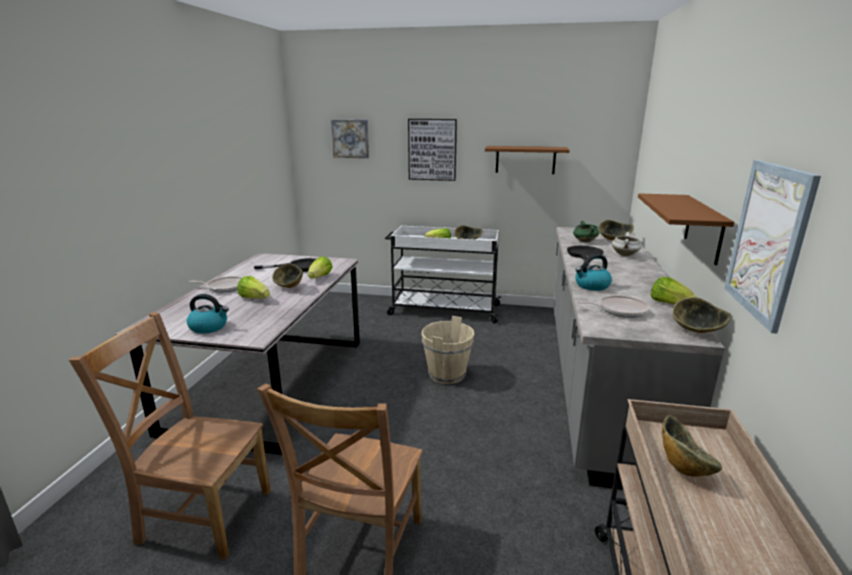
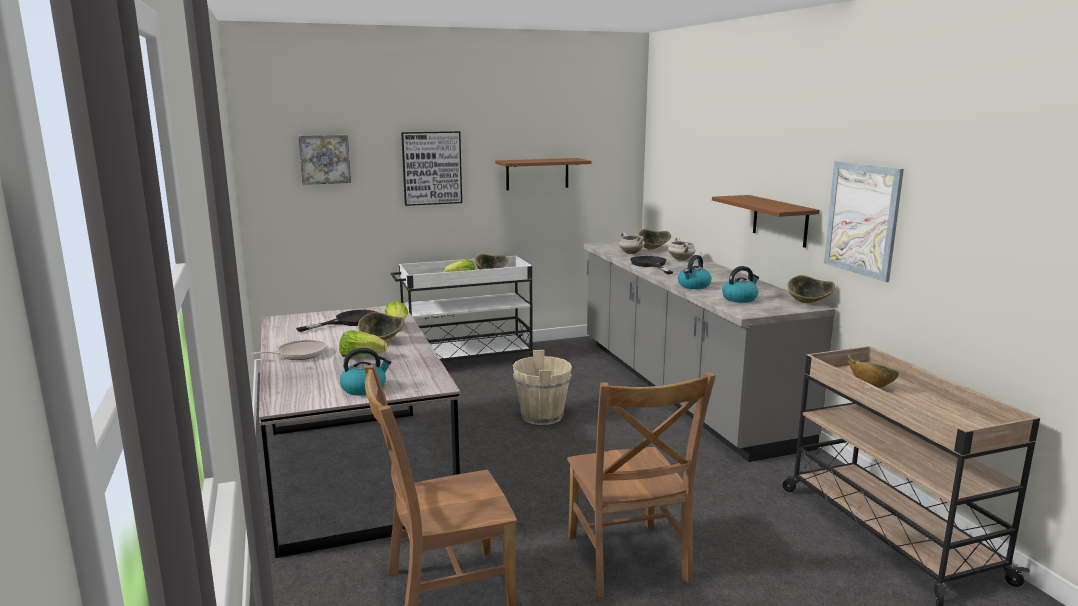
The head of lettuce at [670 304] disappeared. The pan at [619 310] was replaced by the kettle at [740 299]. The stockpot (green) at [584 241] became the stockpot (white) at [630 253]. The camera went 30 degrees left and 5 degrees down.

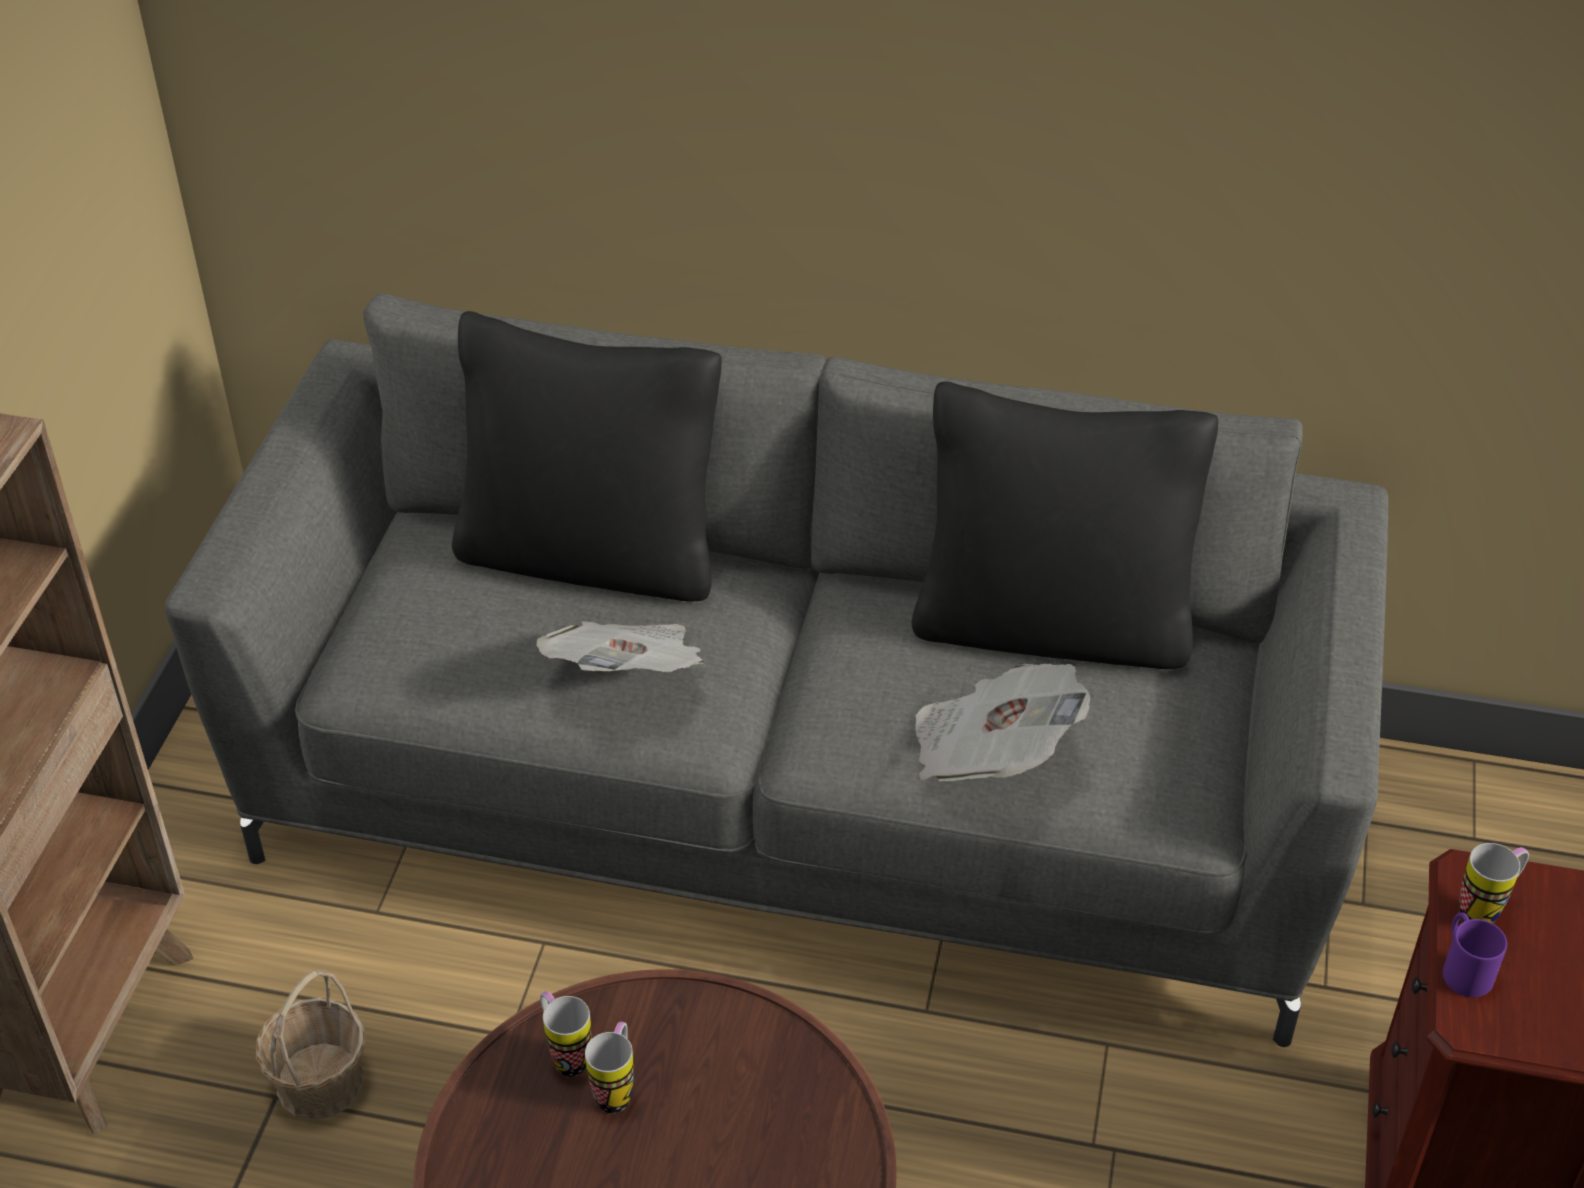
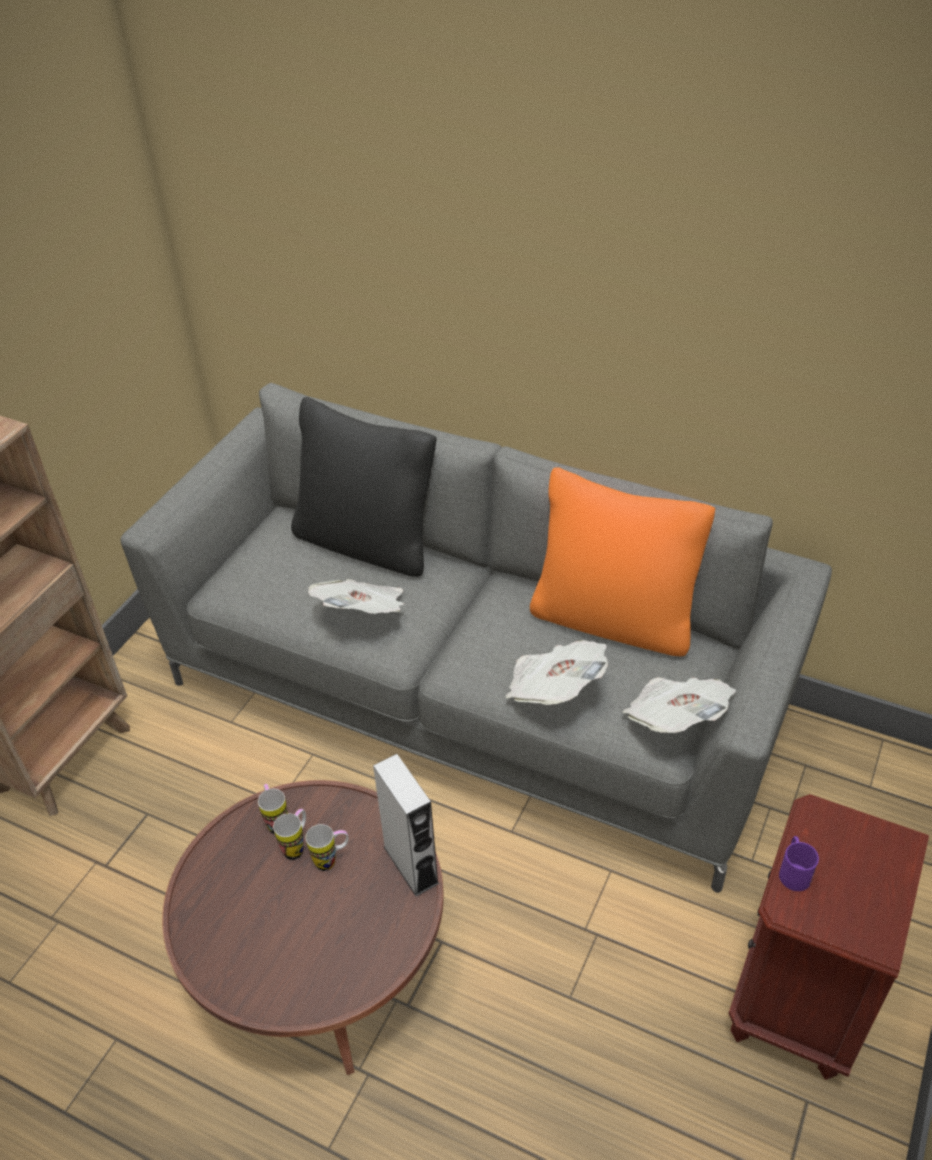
The basket at [319 1082] disappeared. The audio speaker (greyish) at [411 865] appeared. The newspaper at [674 719] appeared. The mug moved from [1485 910] to [331 860]. The throw pillow (black) at [1052 625] became the throw pillow (orangey) at [613 619]. The camera went 15 degrees right and 0 degrees up.

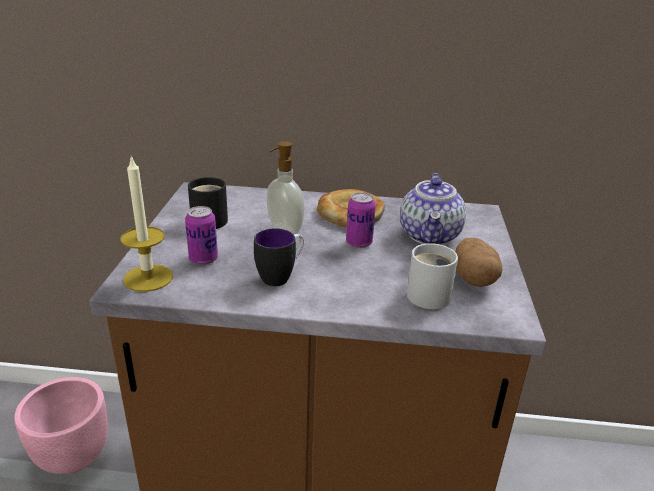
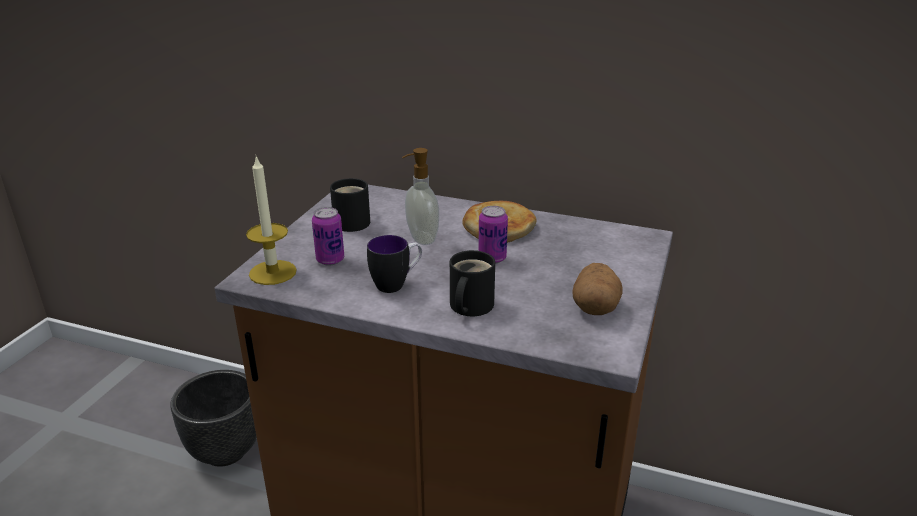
The pot for tea at [430 236] disappeared. The mug (white) at [428 294] disappeared. The mug (black) at [468 306] appeared. The flower pot (pink) at [72 458] became the flower pot (black) at [224 452]. The camera went 15 degrees right and 0 degrees up.

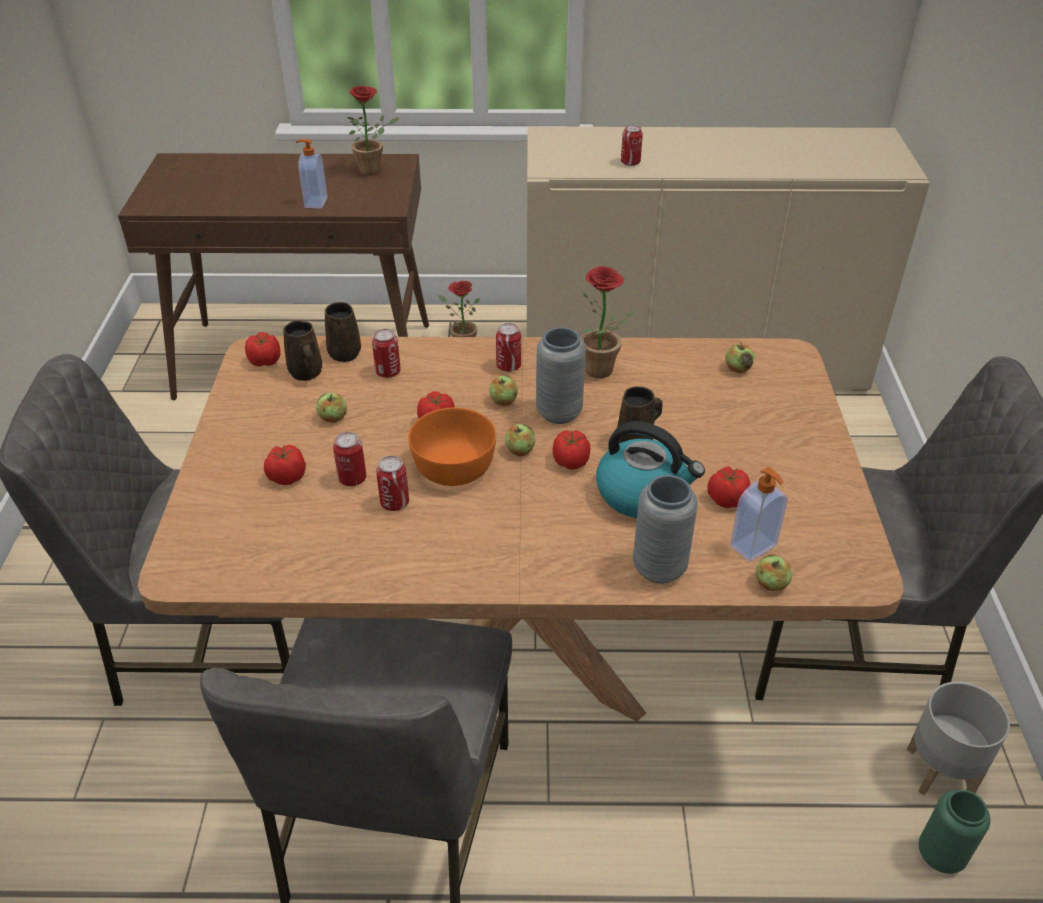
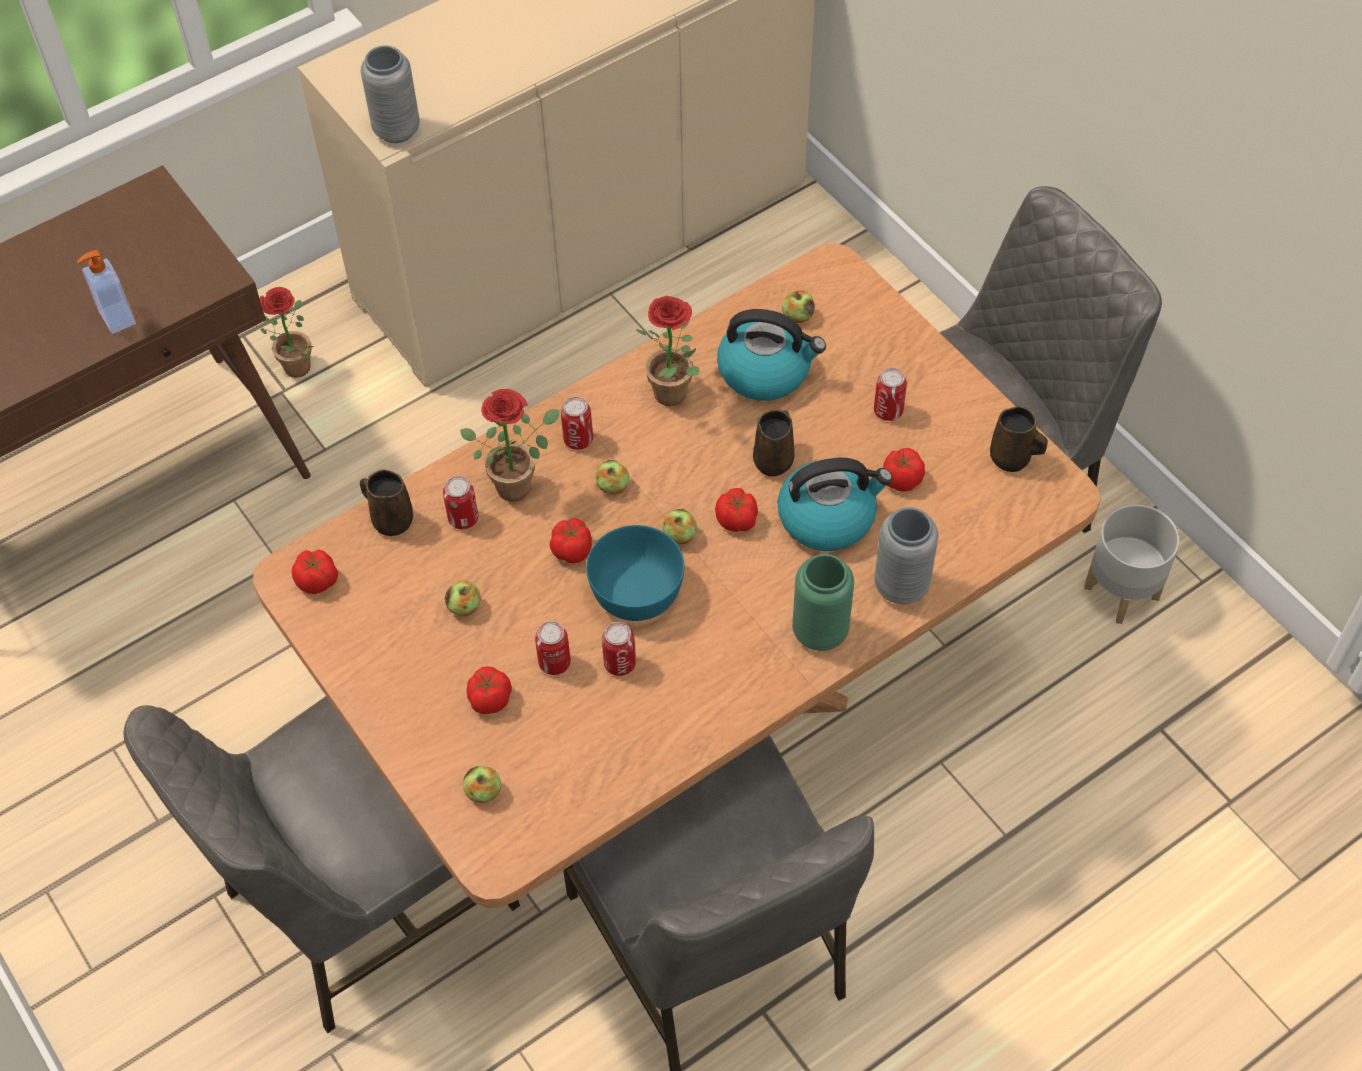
The liquid soap bottle at [754 547] disappeared. The kettle at [766 371] appeared. The mug (brown) moved from [306 373] to [1012 459]. The potted plant moved from [374 170] to [519 483]. The vase (greyish) moved from [559 413] to [396 130]. The metal can moved from [630 162] to [888 411]. The apple moved from [771 584] to [483 792]. The vase (green) moved from [940 855] to [820 632]. The deep dish (orangey) at [455 467] became the deep dish (blue-green) at [638 590]. The camera went 35 degrees left and 15 degrees up.

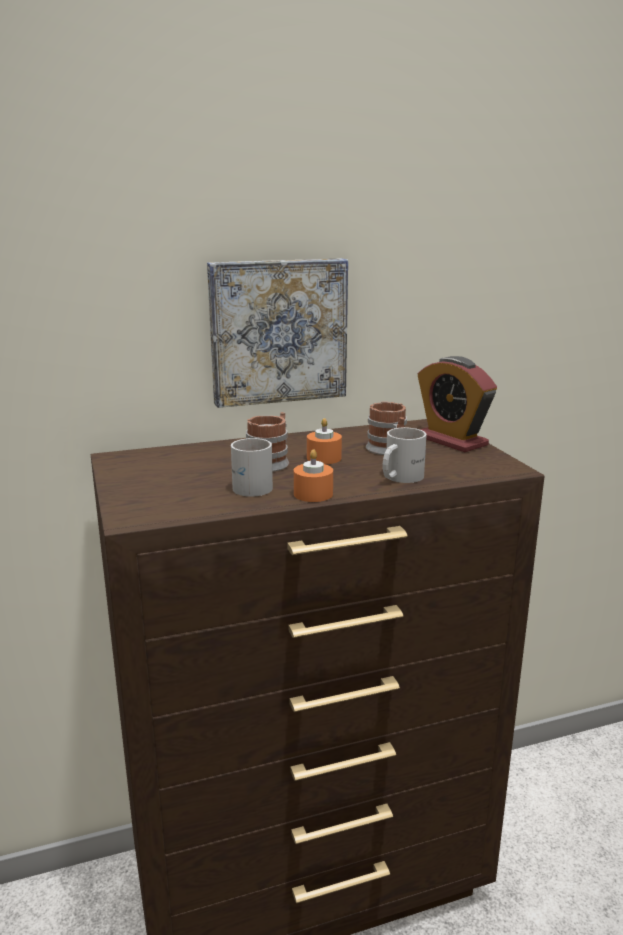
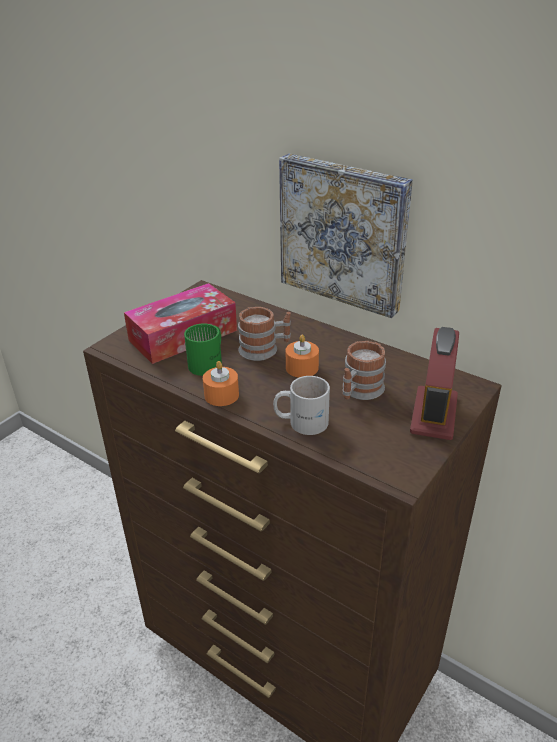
The tissue box at [183 335] appeared. The mug (white) at [250 485] became the mug (green) at [209 362]. The camera went 55 degrees right and 15 degrees up.

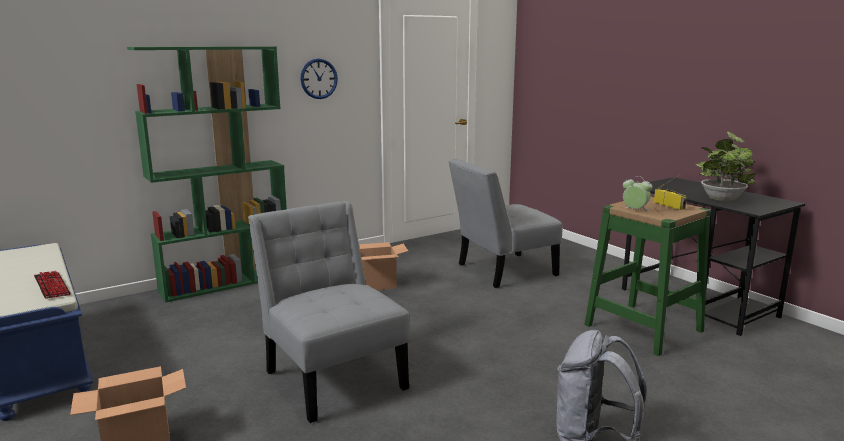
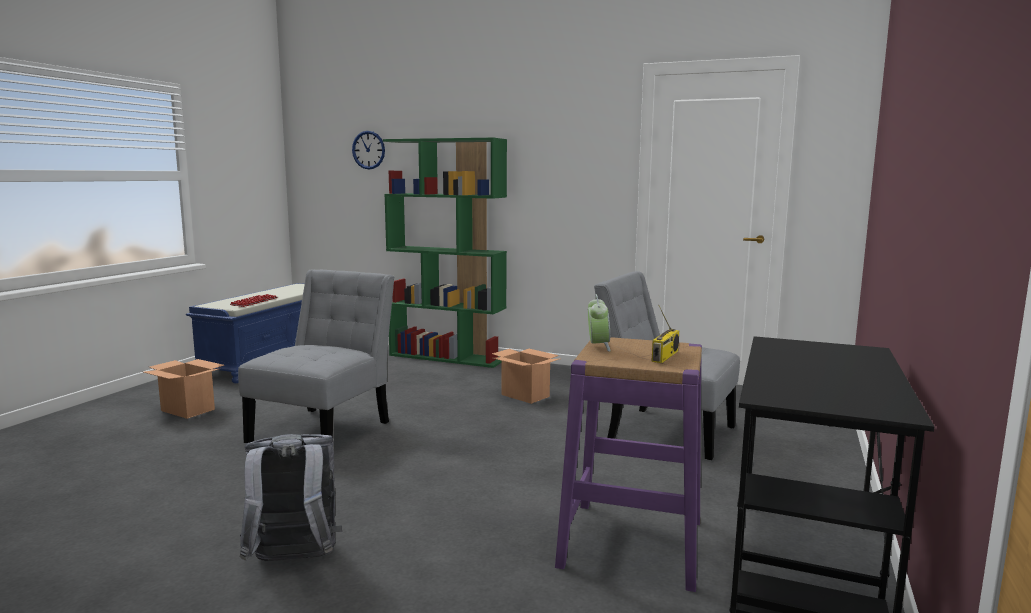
The potted plant at [721 199] disappeared. The wall clock moved from [319 78] to [368 150]. The sitting stool (green) at [643 328] became the sitting stool (purplish) at [631 543]. The camera went 55 degrees right and 5 degrees down.

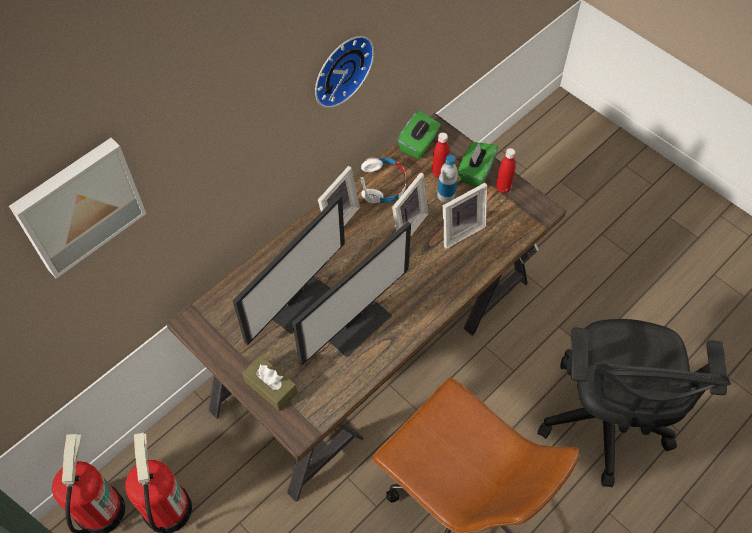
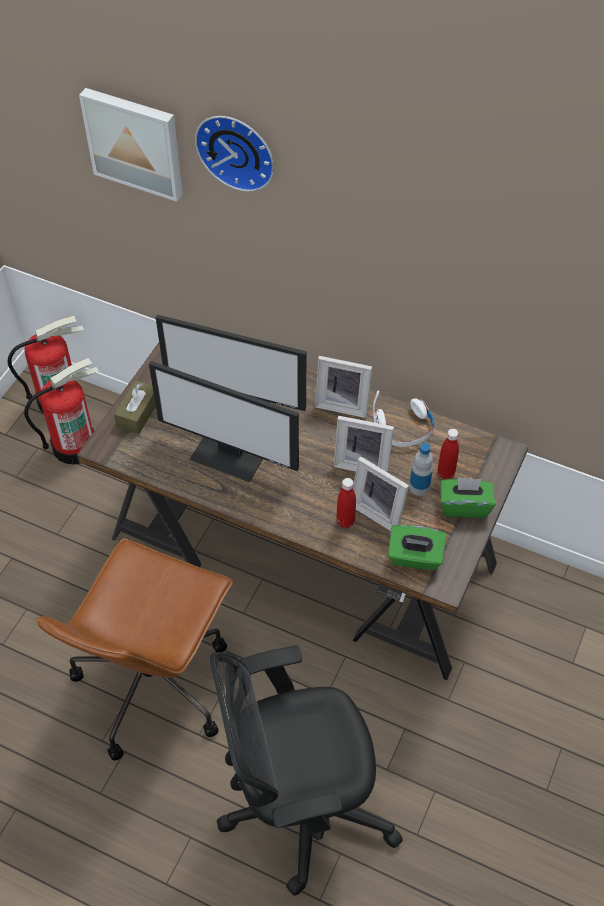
The wall clock moved from [340 68] to [237 150]. The tissue box (green) moved from [418 144] to [415 557]. The beverage bottle (reddish) moved from [503 188] to [345 521]. The camera went 70 degrees right and 5 degrees down.

